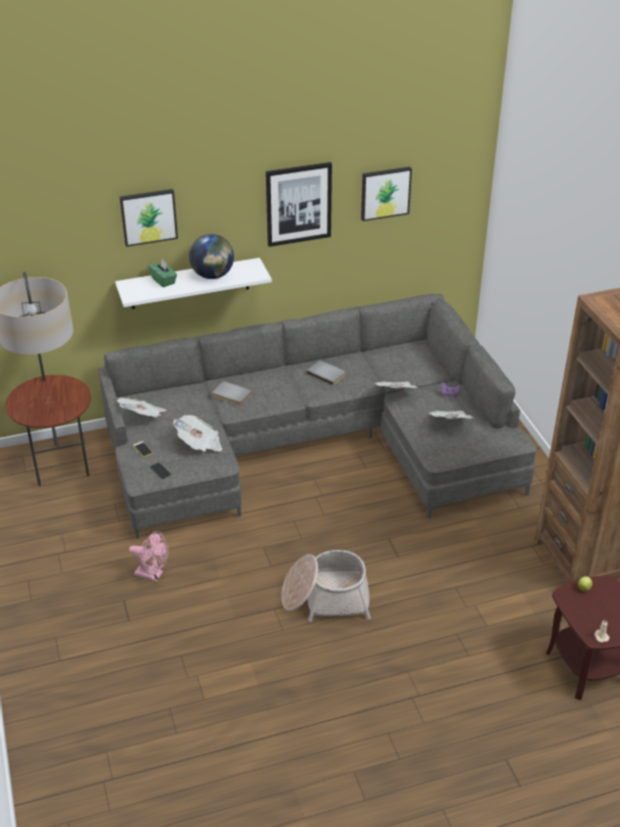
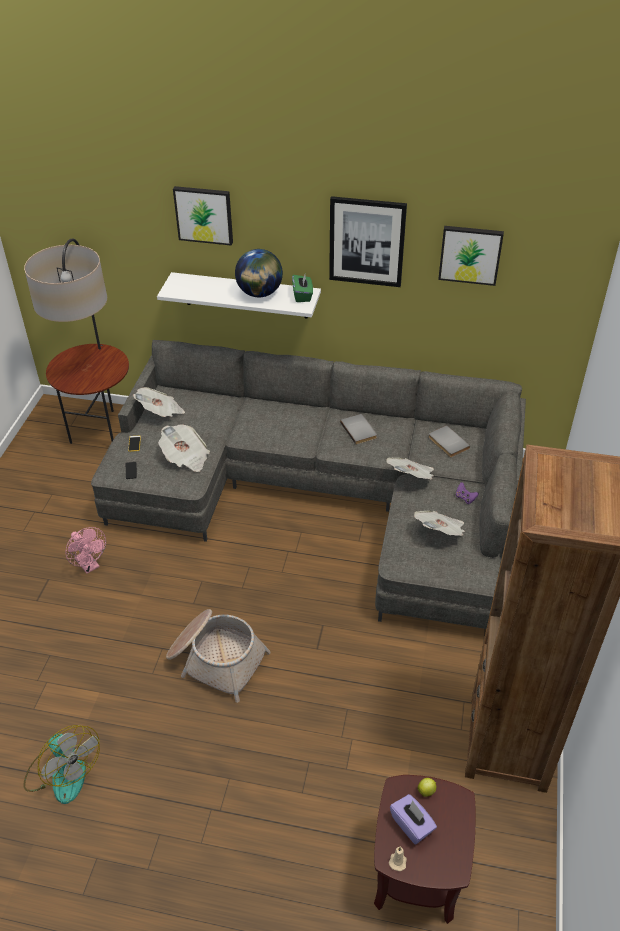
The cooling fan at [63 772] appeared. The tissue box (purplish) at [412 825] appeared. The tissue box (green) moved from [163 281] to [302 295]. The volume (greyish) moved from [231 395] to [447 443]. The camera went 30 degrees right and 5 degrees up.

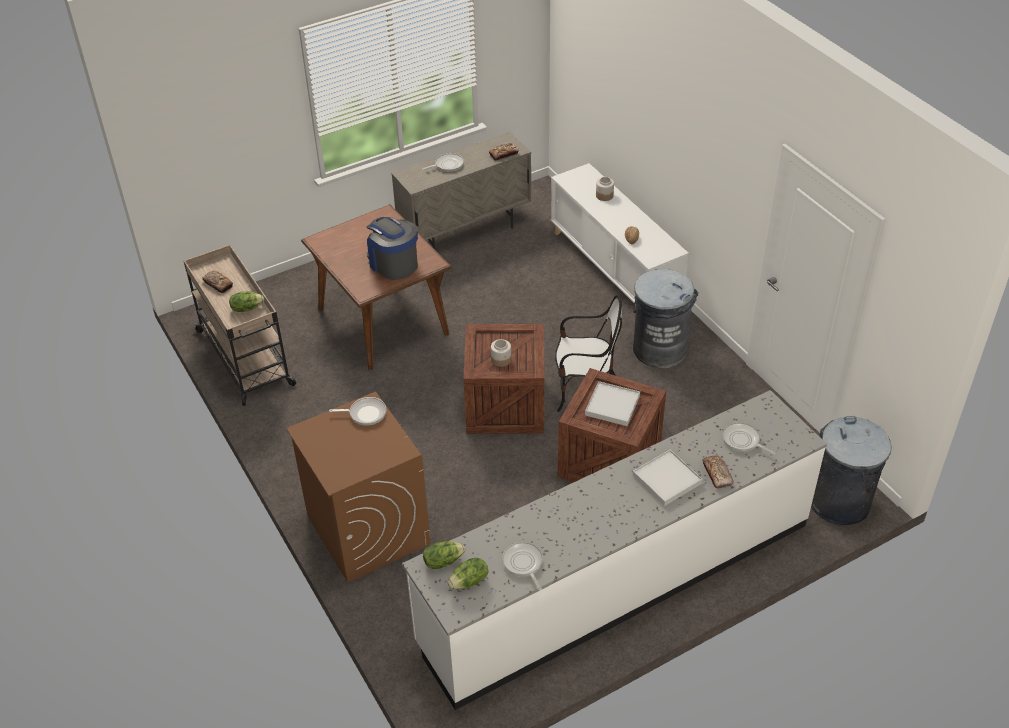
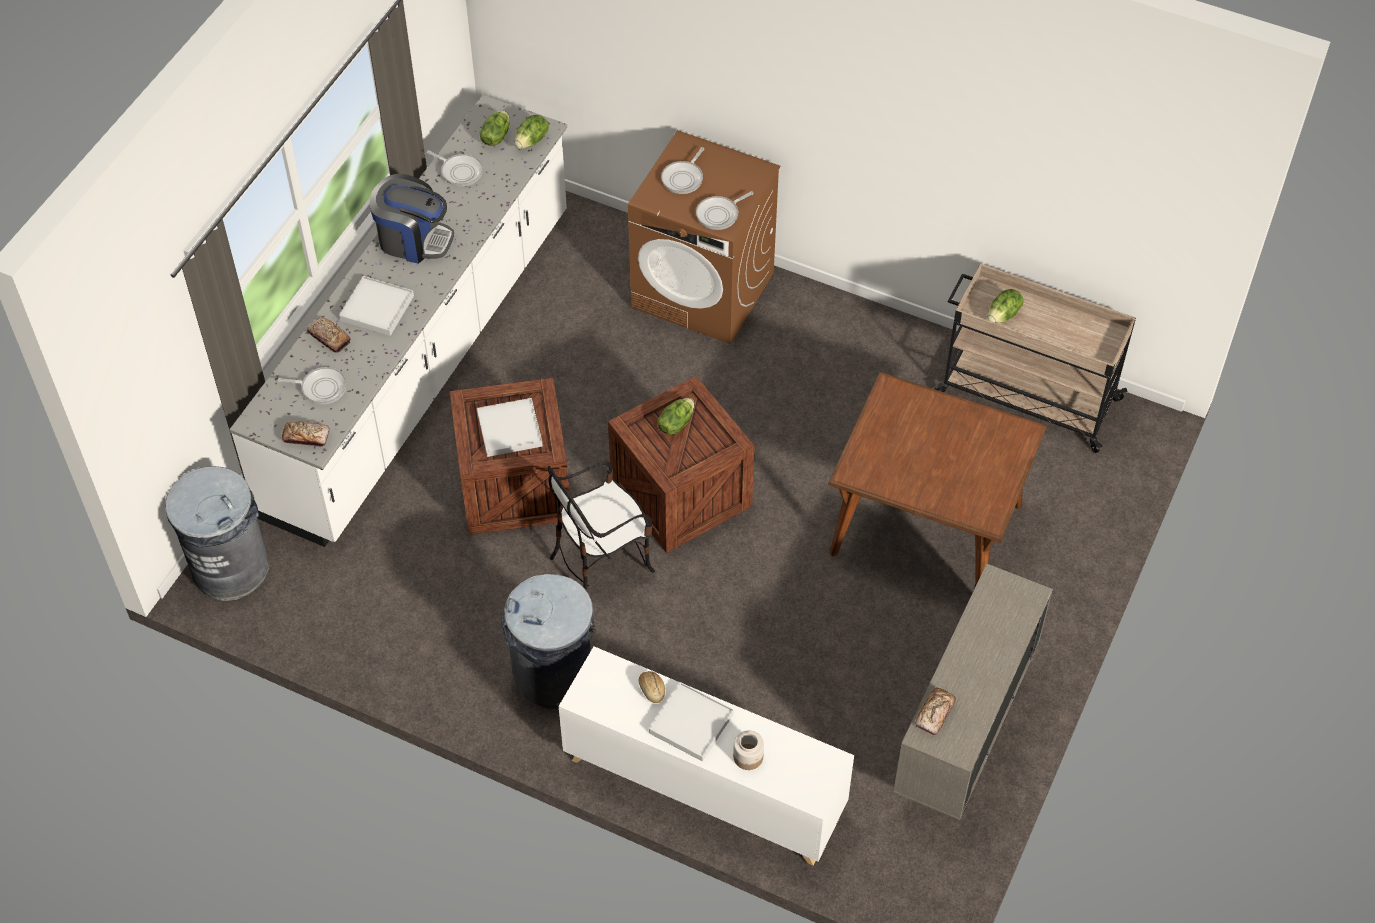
The tray (white) at [691 723] appeared. The baked bread moved from [218 284] to [306 436]. The coffee maker moved from [393 264] to [413 239]. The pan moved from [447 165] to [684 178]. The storage jar at [501 360] was replaced by the head of lettuce at [675 423]. The camera went 145 degrees right and 10 degrees up.

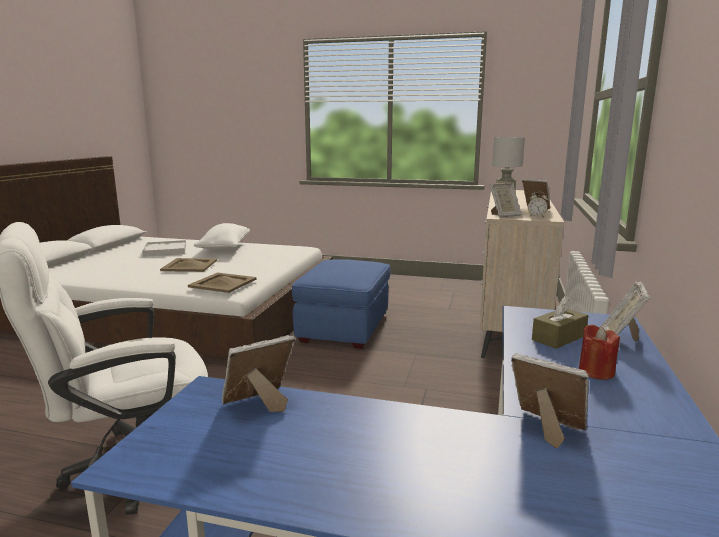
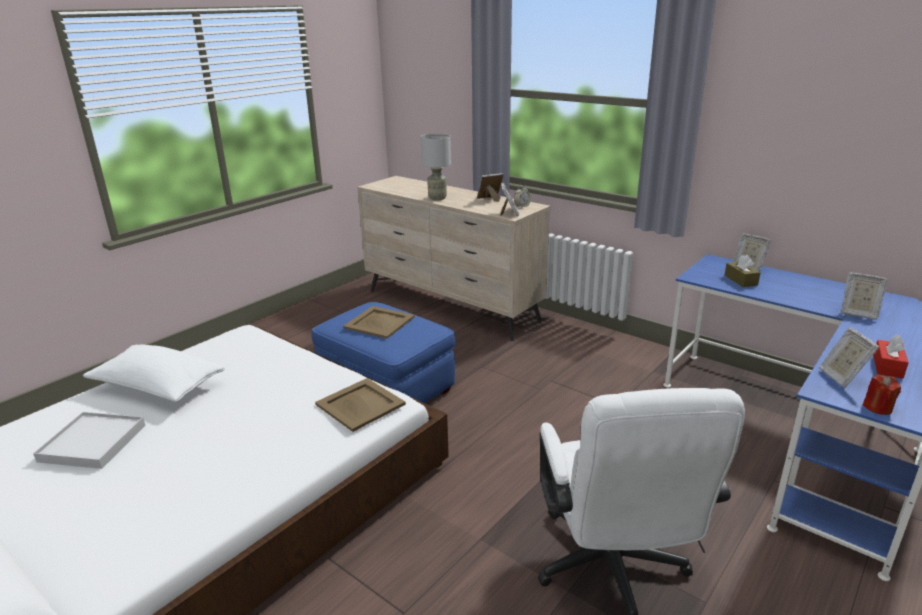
The tissue box (reddish) at [887 366] appeared. The tray (sand-coloured) moved from [189 265] to [379 323]. The candle (reddish) moved from [596 372] to [877 407]. The picture frame at [547 430] turned 120 degrees counterclockwise. The camera went 65 degrees left and 10 degrees up.

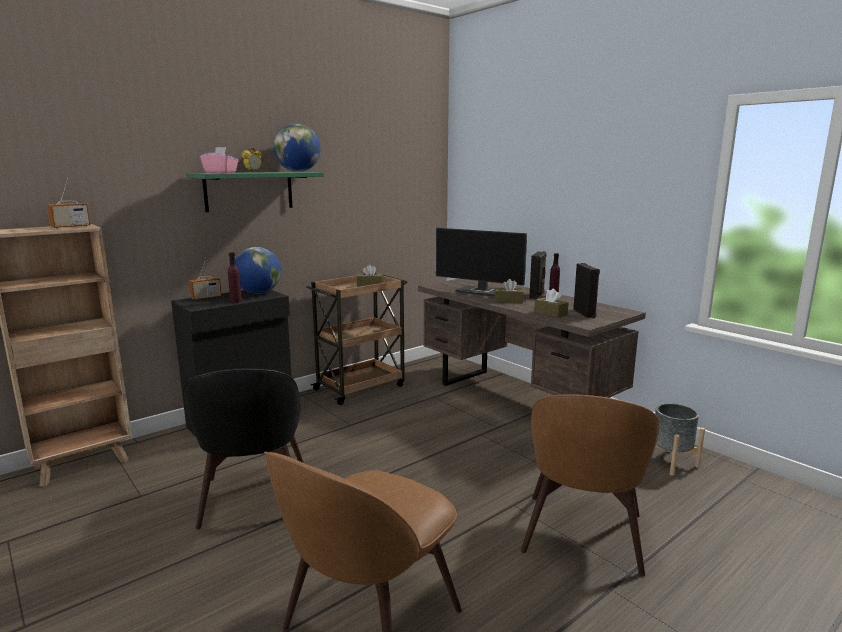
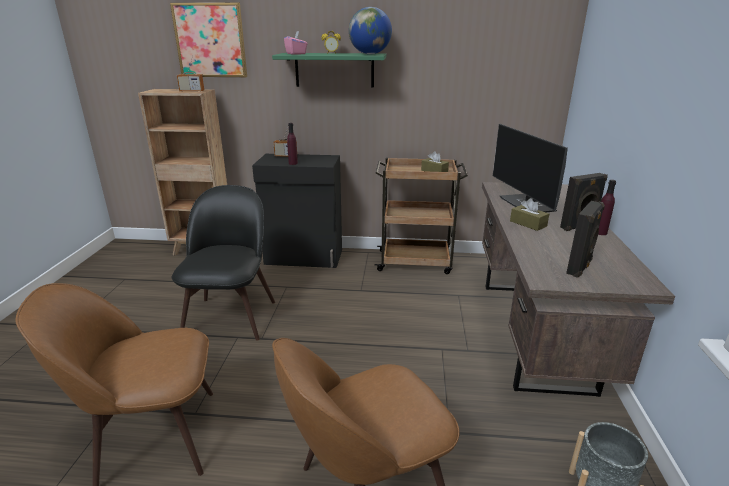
The world globe at [258 293] disappeared. The tissue box (brown) at [550 313] disappeared. The wall picture at [210 40] appeared. The upright chair (black) at [255 500] turned 150 degrees clockwise. The camera went 45 degrees right and 10 degrees up.

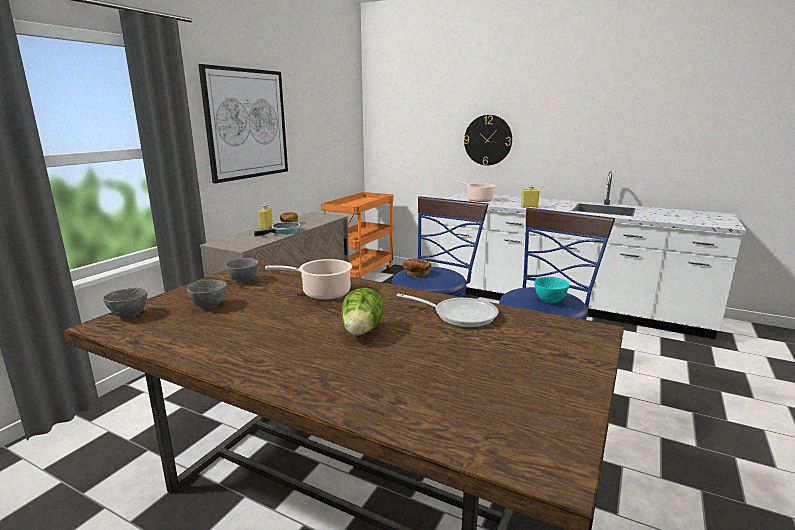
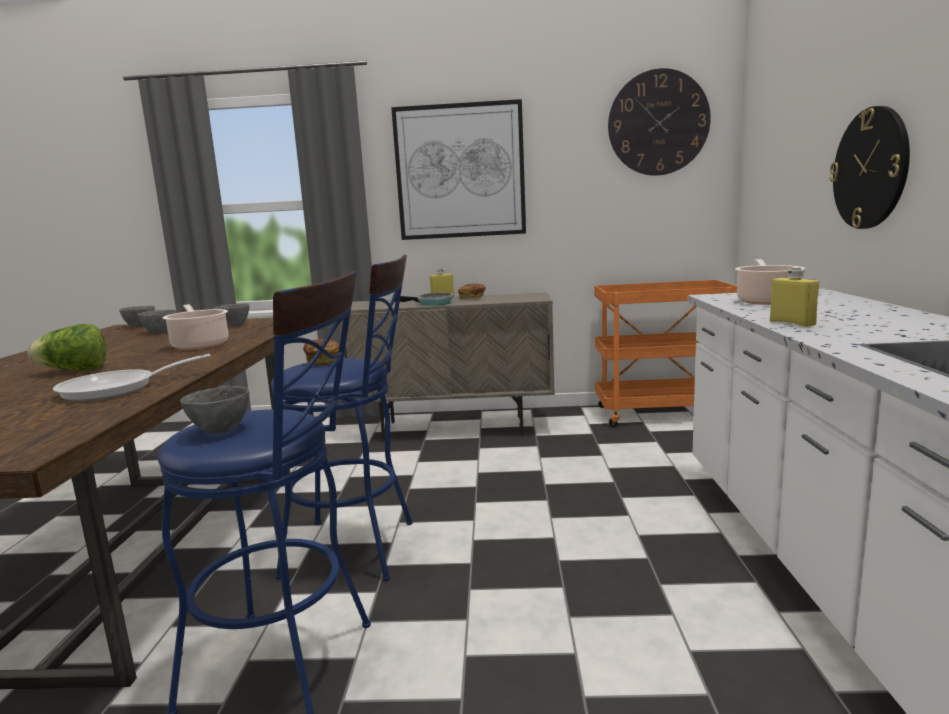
The wall clock at [658 123] appeared. The deep dish (blue-green) at [550 301] became the deep dish (greyish) at [220 430]. The pan at [459 315] turned 60 degrees clockwise. The camera went 65 degrees right and 5 degrees down.

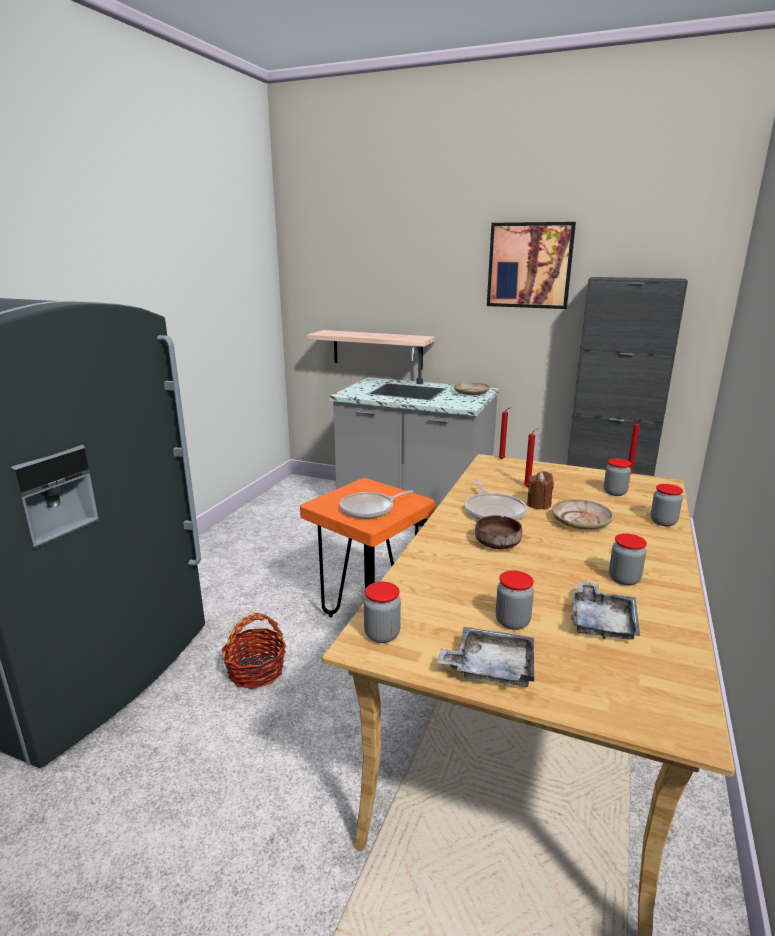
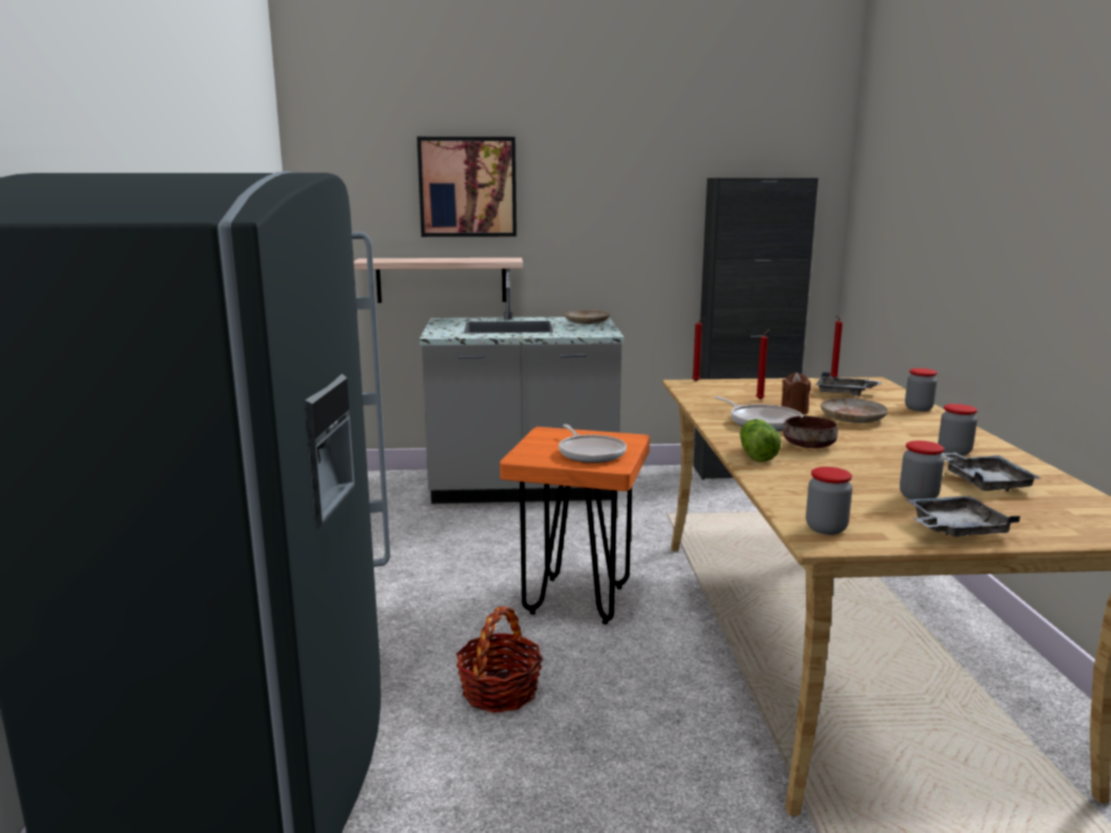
The head of lettuce at [756 454] appeared. The wall picture moved from [529 265] to [468 187]. The storage jar at [614 492] was replaced by the tray (greyish) at [844 393]. The pan at [370 509] turned 60 degrees counterclockwise. The camera went 25 degrees left and 5 degrees down.

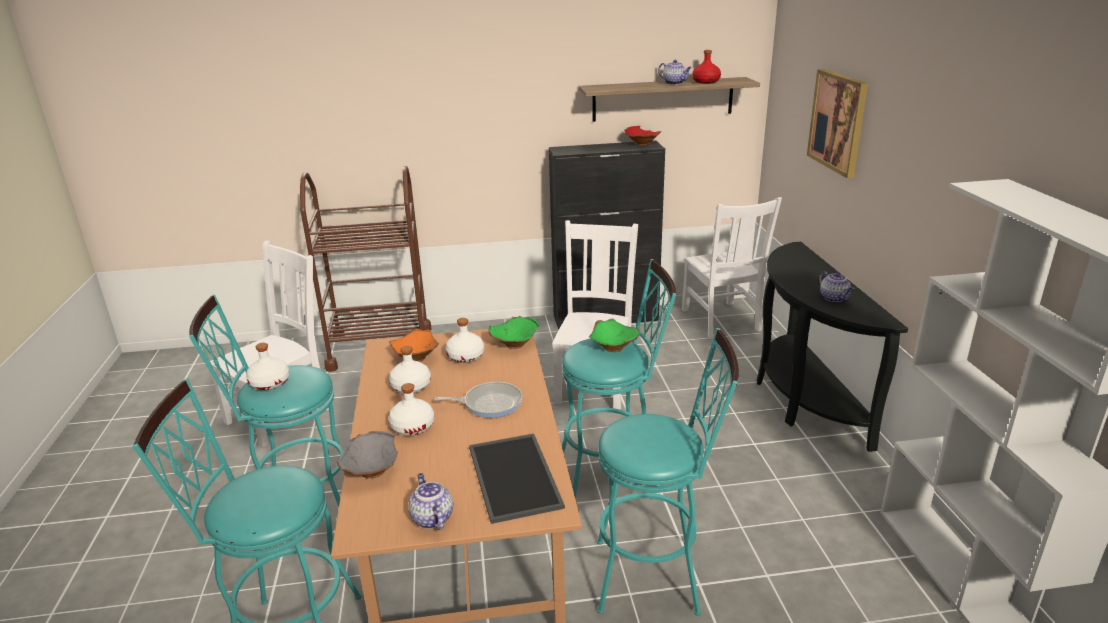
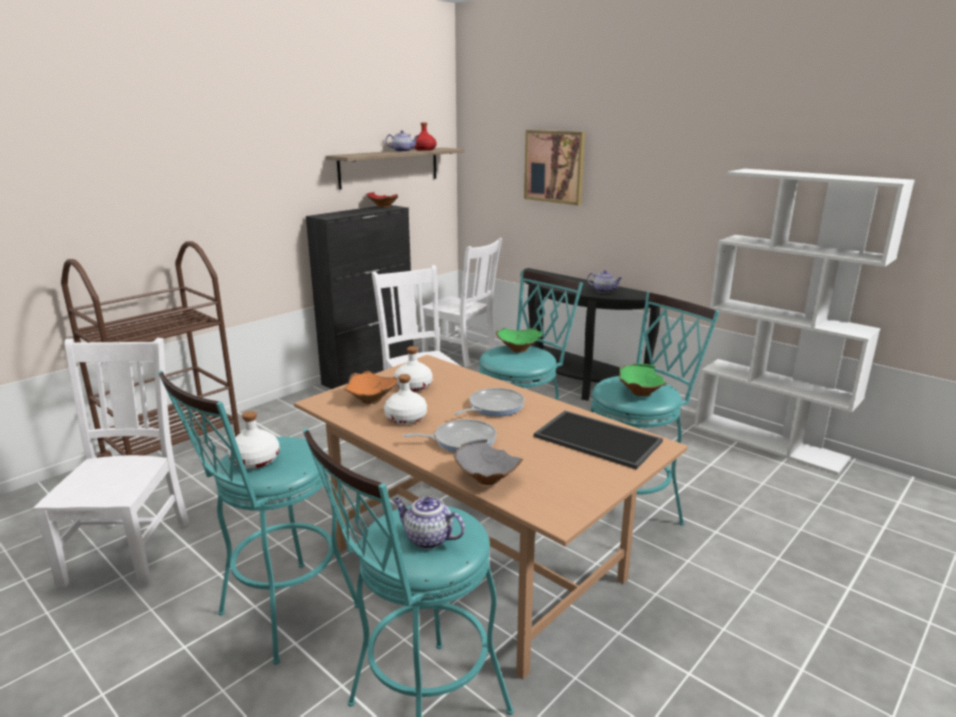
The pot for tea moved from [431 518] to [427 539]. The deep dish (green) moved from [514 343] to [639 392]. The beverage bottle (white) at [412 426] was replaced by the pan at [461 440]. The camera went 40 degrees left and 5 degrees down.

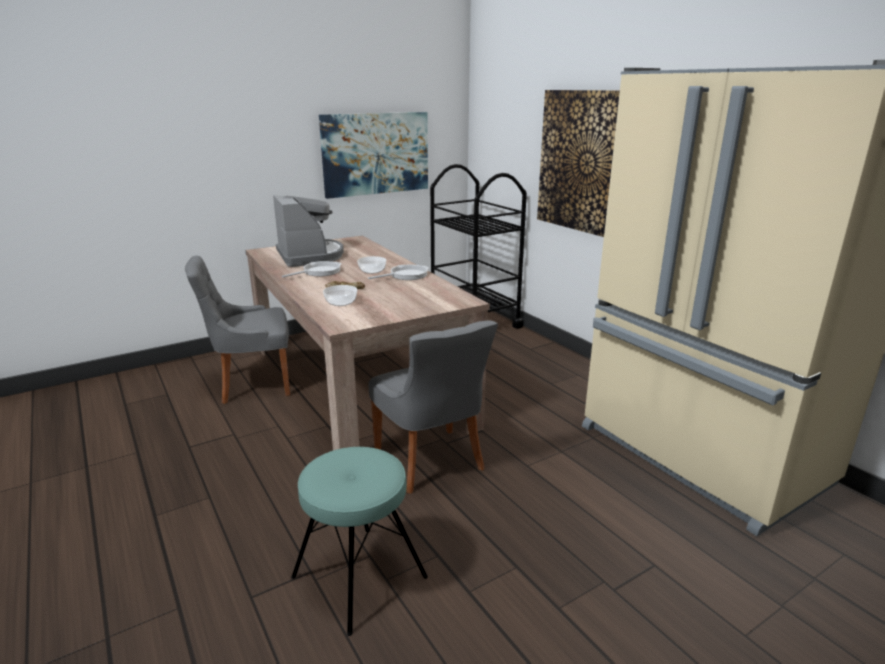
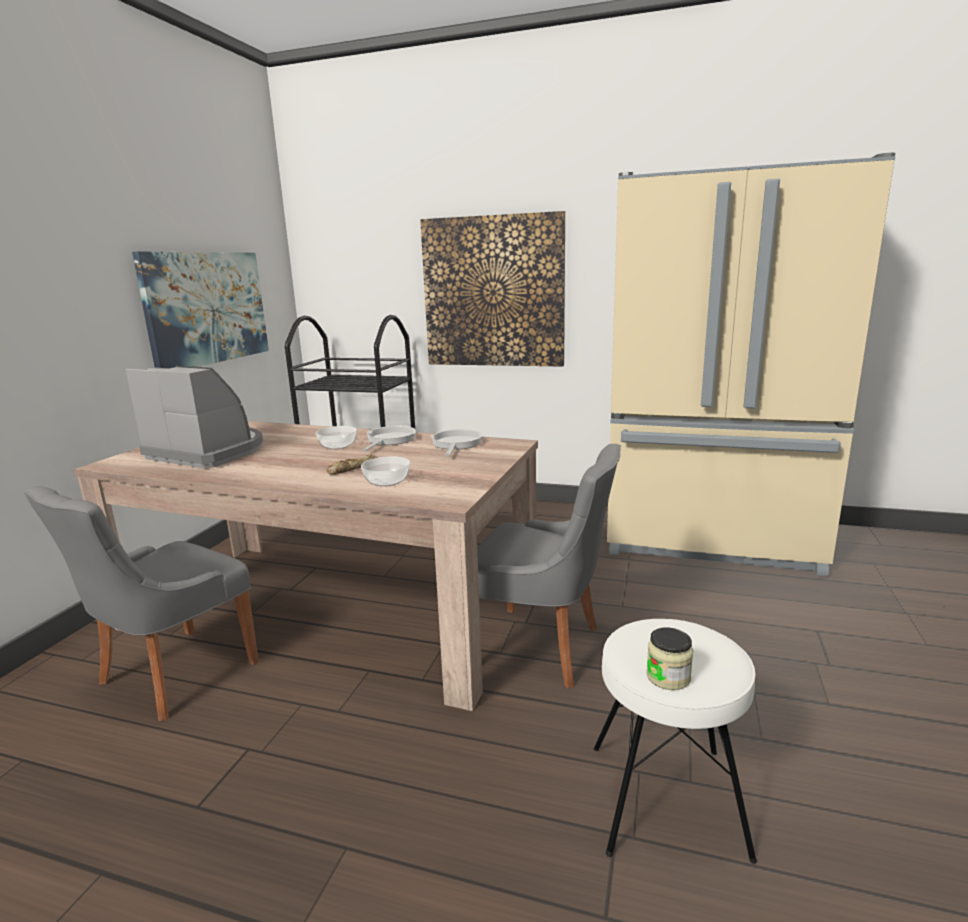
The storage jar at [668 677] appeared. The pan moved from [319 272] to [456 444]. The sitting stool (blue-green) at [359 577] became the sitting stool (white) at [666 799]. The camera went 40 degrees left and 5 degrees down.

